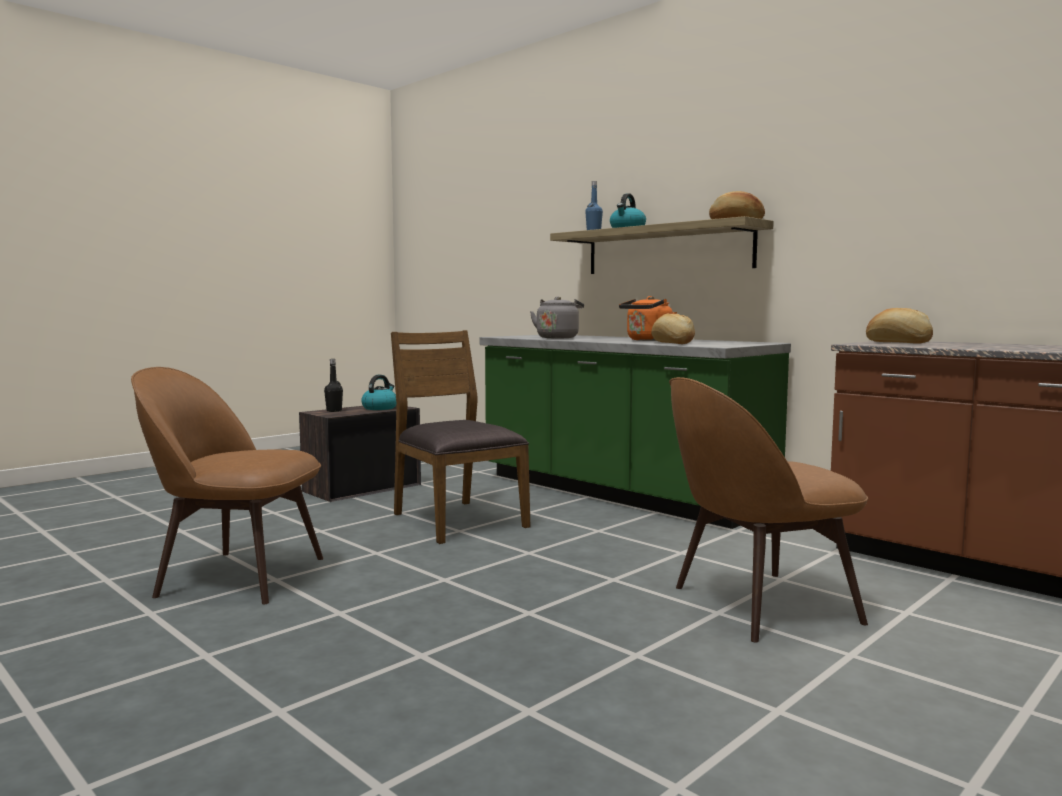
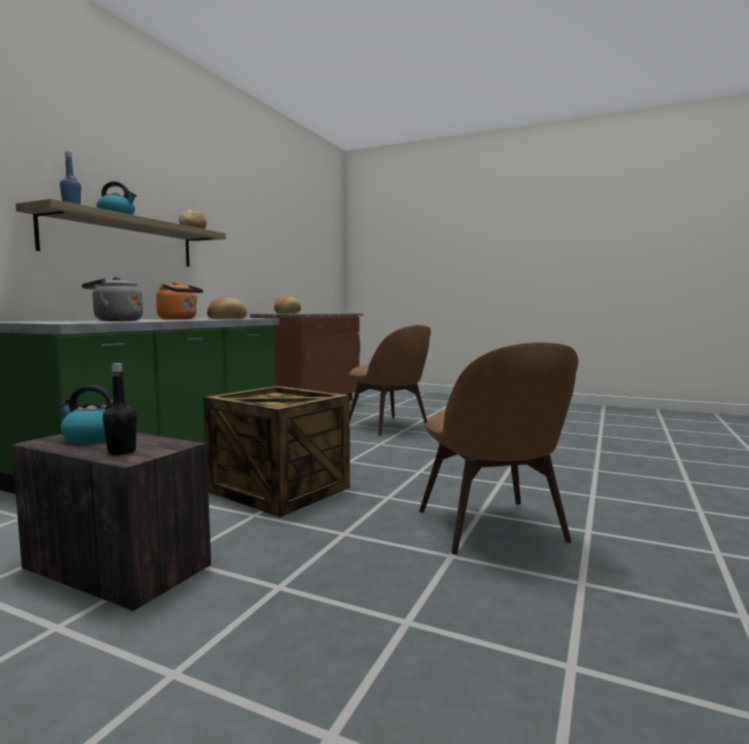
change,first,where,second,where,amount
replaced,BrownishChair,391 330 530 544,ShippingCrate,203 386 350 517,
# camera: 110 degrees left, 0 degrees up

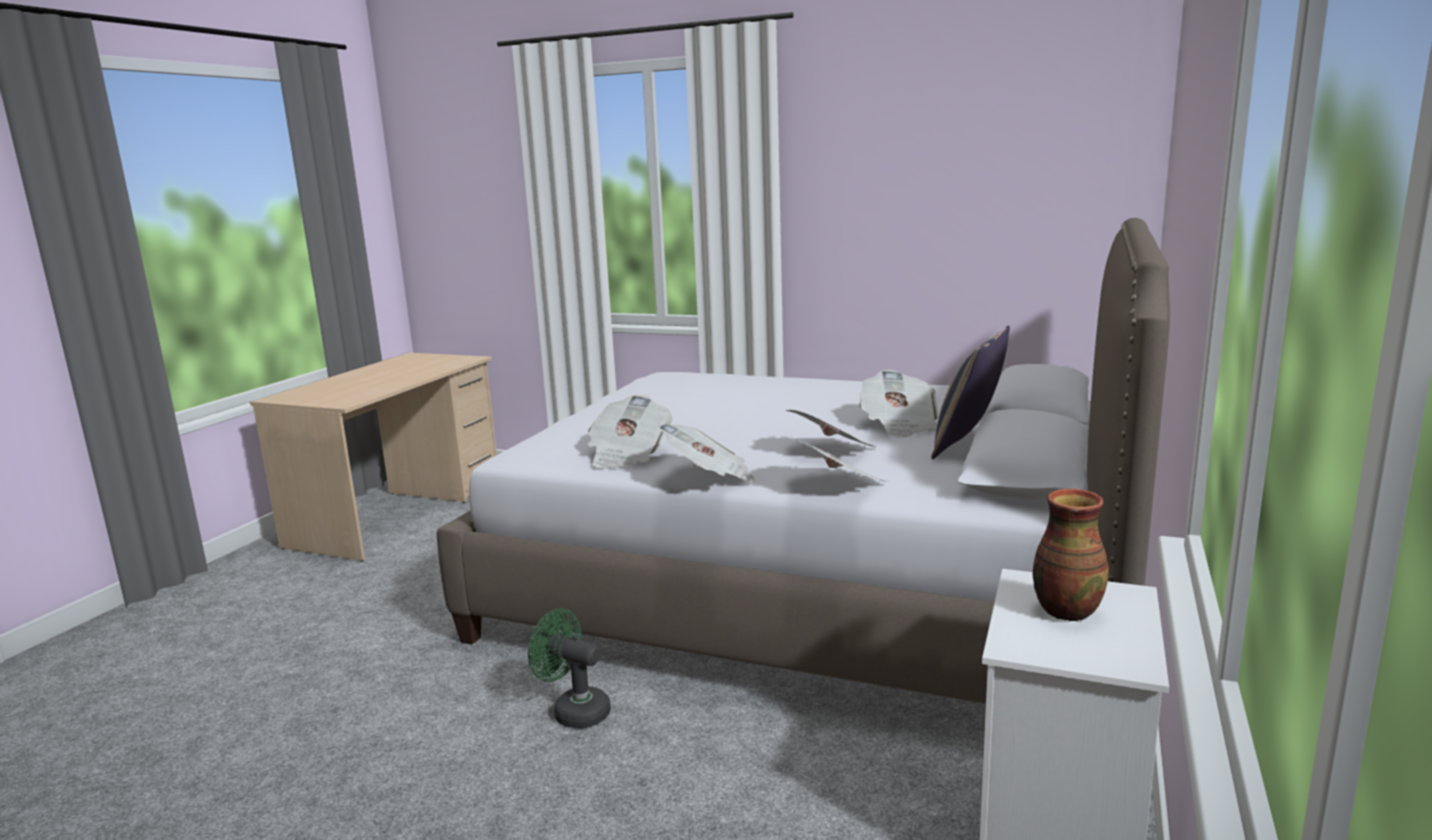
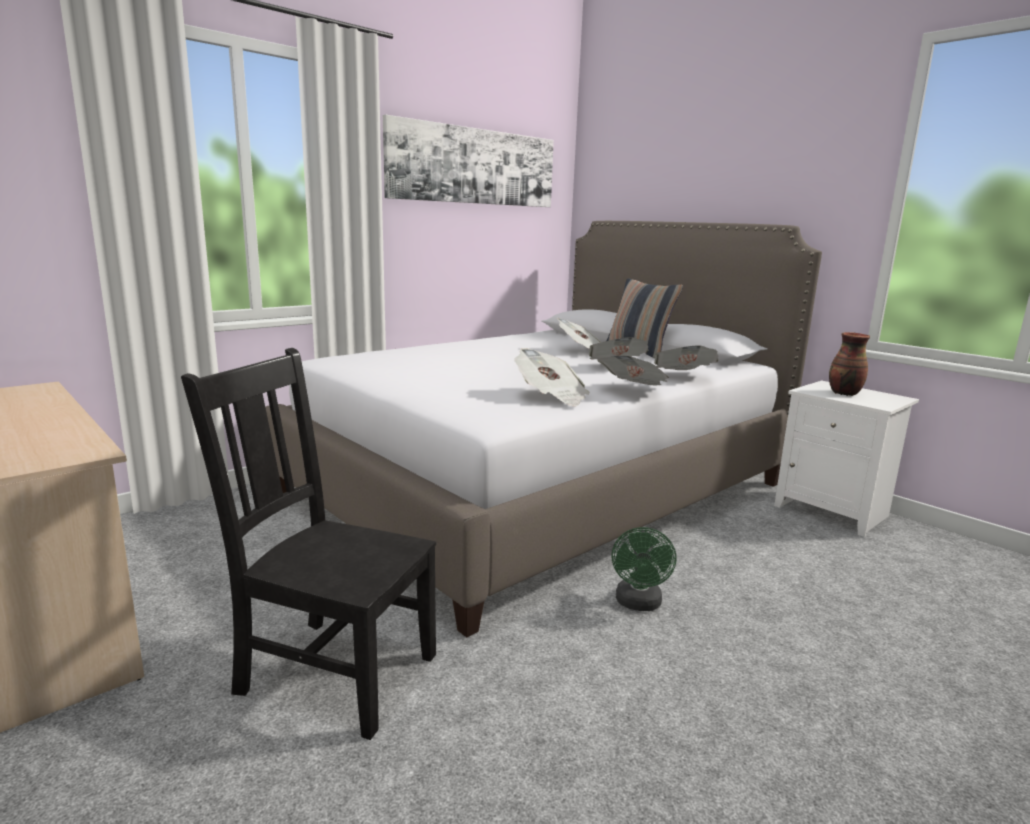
change,first,where,second,where,amount
added,,,BlackColouredChair,181 348 436 740,
added,,,WallPicture,383 115 554 207,
turned,GreenColouredElectricFan,528 609 611 729,,612 527 677 611,45 degrees counterclockwise
# camera: 65 degrees left, 0 degrees up

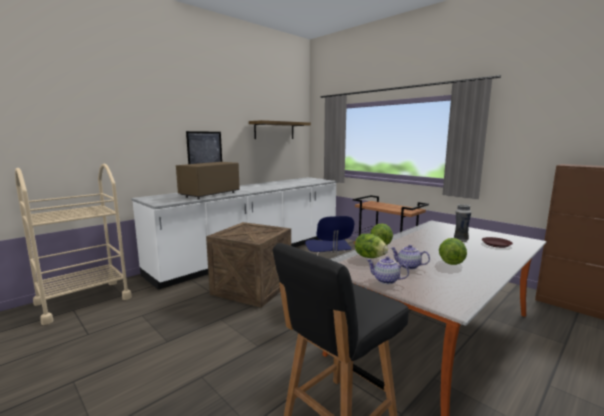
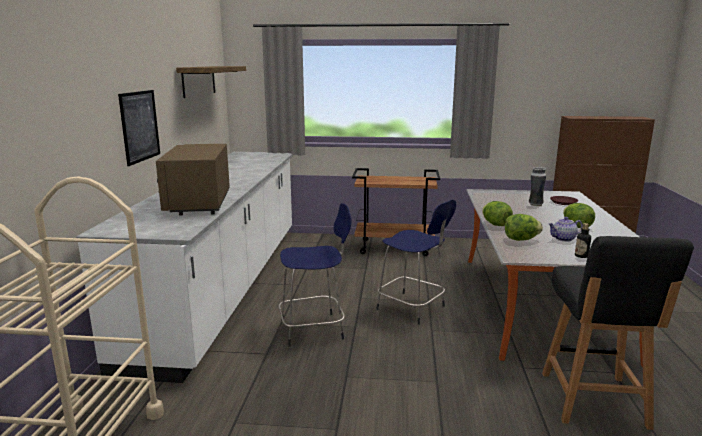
change,first,where,second,where,amount
replaced,ShippingCrate,206 222 291 308,BlueSittingStool,279 203 352 347,
replaced,Teapot,367 257 409 284,Bottle,575 223 591 258,
# camera: 40 degrees left, 5 degrees up

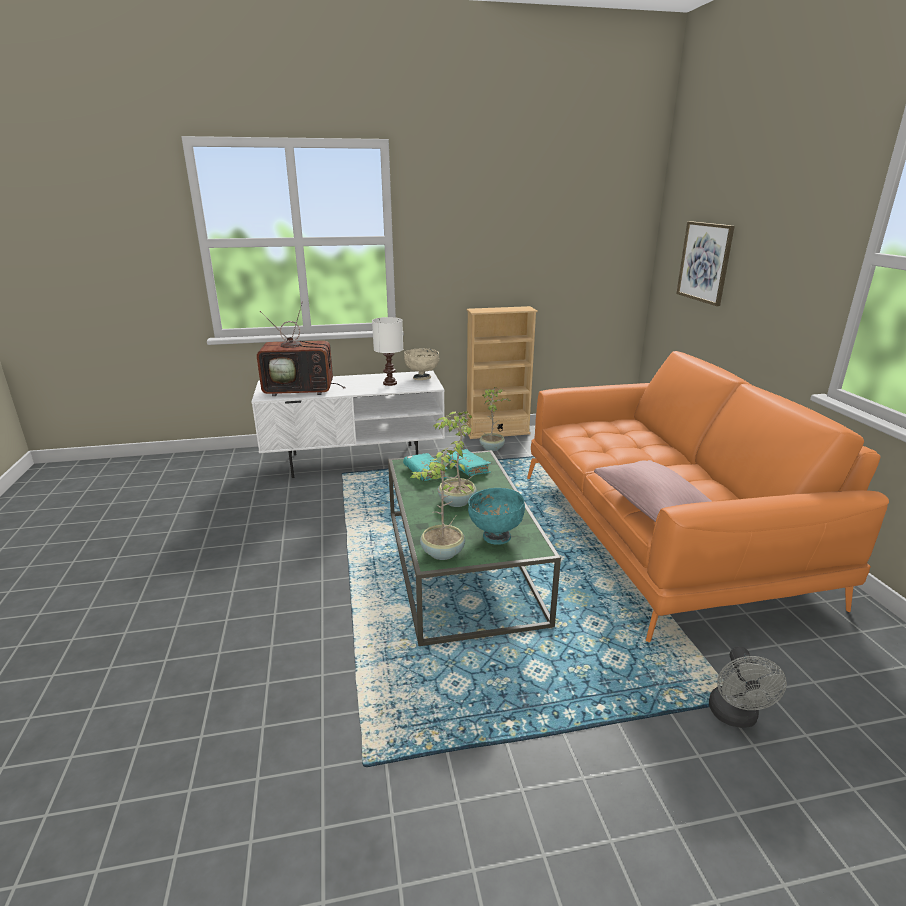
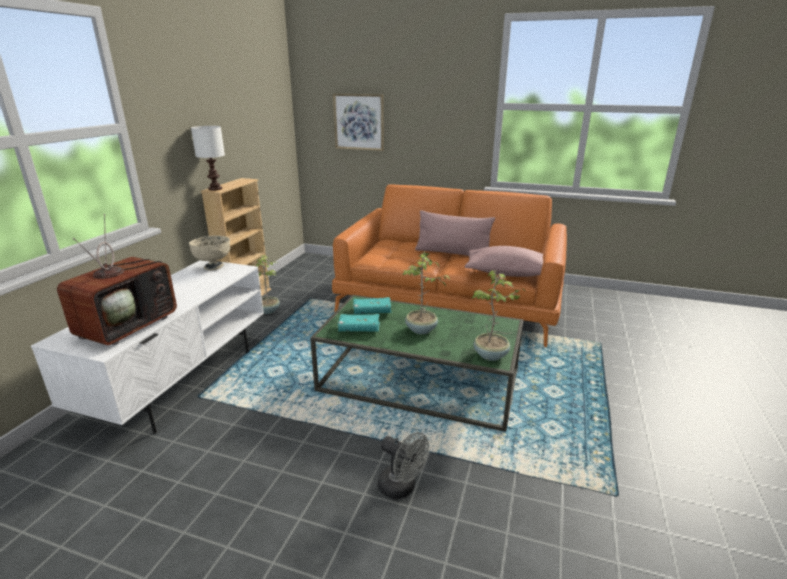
change,first,where,second,where,amount
moved,WhiteTableLamp,372 317 403 386,,191 126 225 190,
moved,GrayElectricFan,709 647 787 728,,378 432 429 499,
added,,,PinkCushion,415 210 495 256,
removed,BlueGreenServingBowl,468 488 525 545,,,
# camera: 60 degrees left, 0 degrees up

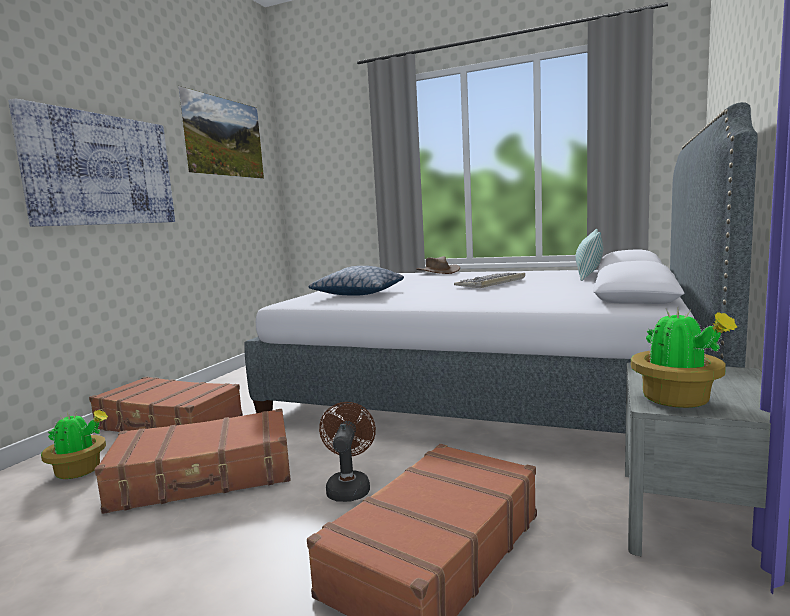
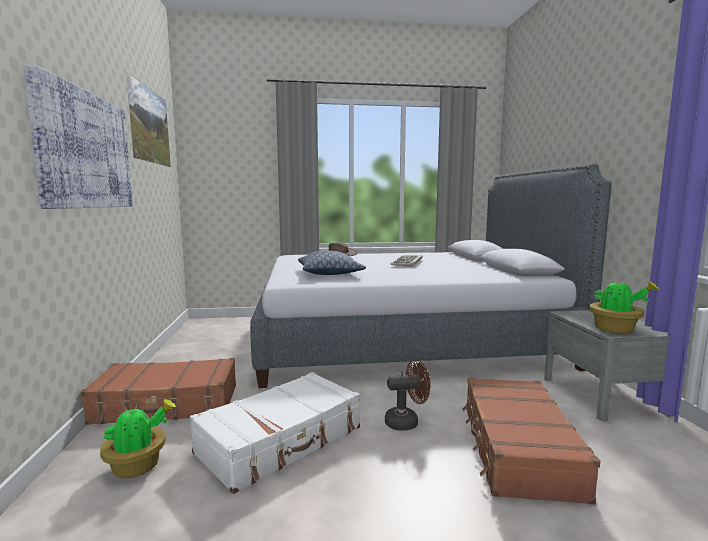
change,first,where,second,where,amount
recoloured,BrownishTravelCase,95 409 291 514,WhiteTravelCase,190 372 360 494,
turned,BrownishElectricFan,319 402 376 502,,385 359 431 431,105 degrees clockwise
removed,Cushion,576 229 603 281,,,
# camera: 30 degrees left, 0 degrees up

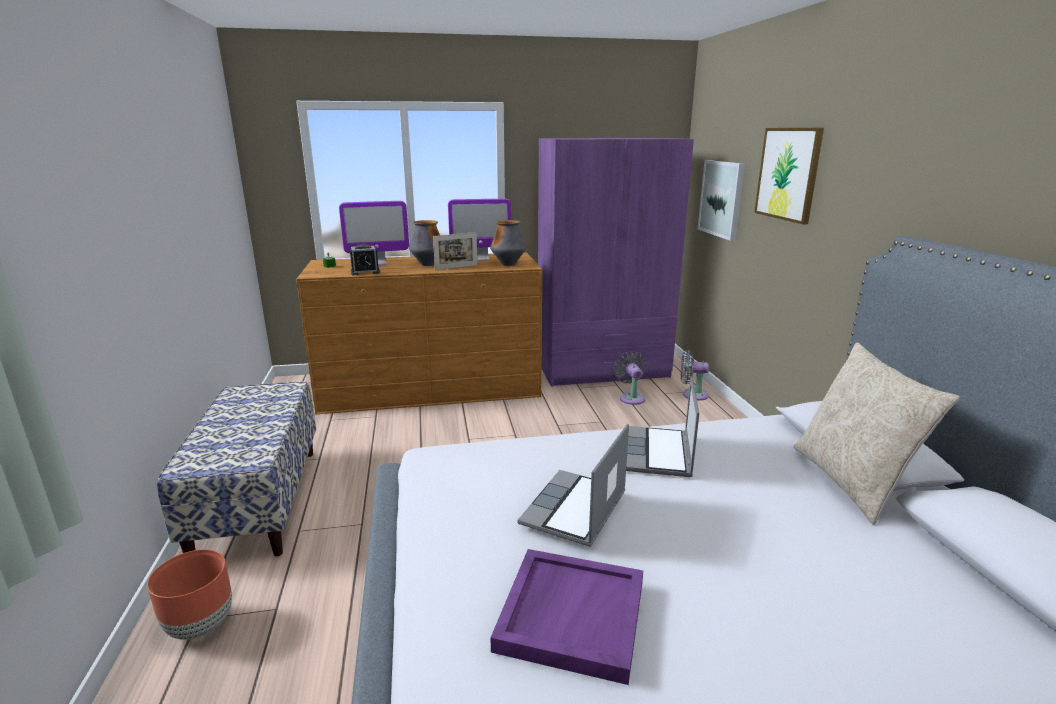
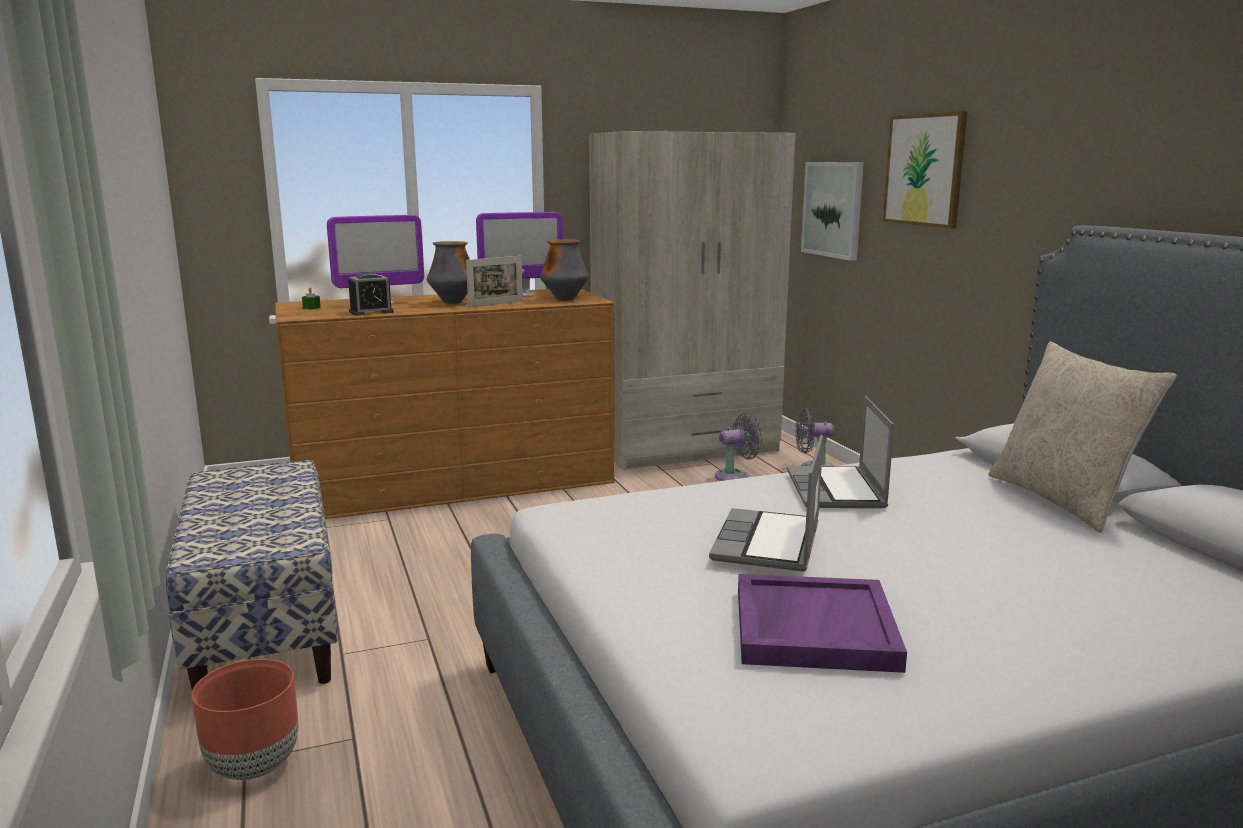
change,first,where,second,where,amount
recoloured,PurpleClothesCupboard,538 138 694 387,BeigeColouredClothesCupboard,589 131 796 470,
turned,GrayElectricFan,614 351 647 405,,715 413 762 481,90 degrees clockwise
# camera: 10 degrees left, 5 degrees down

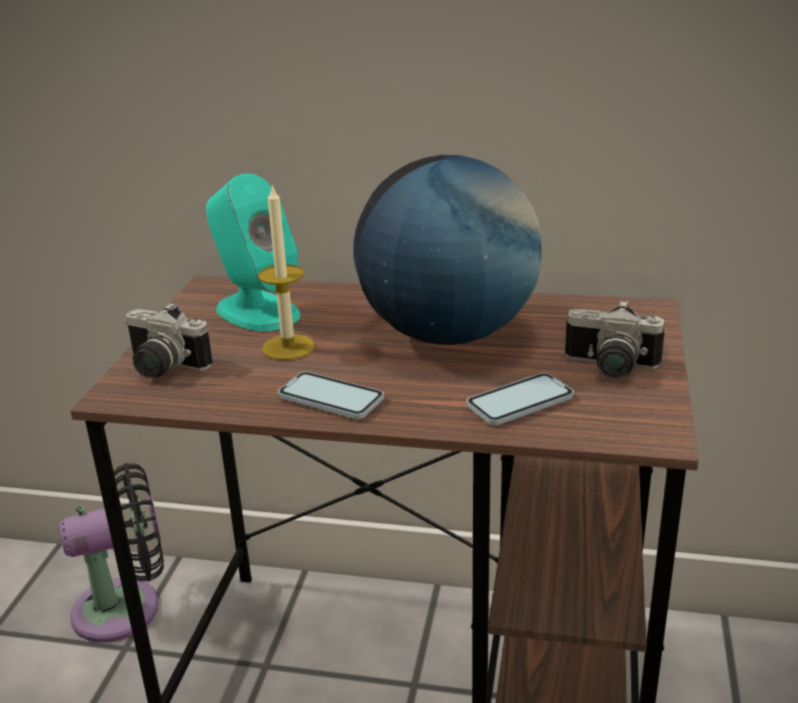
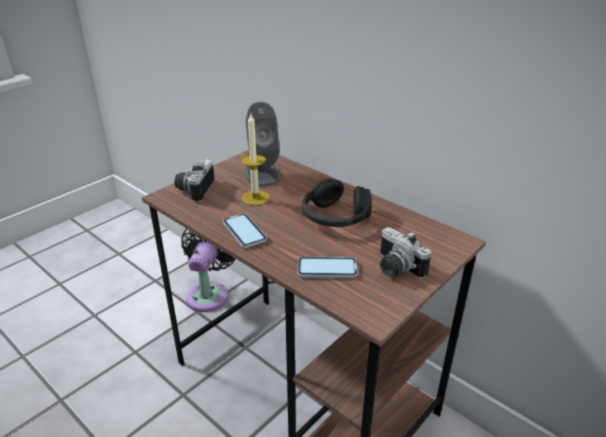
change,first,where,second,where,amount
turned,PhotoCamera,125 302 213 378,,175 159 215 202,45 degrees clockwise
turned,BlackColouredElectricFan,59 463 164 643,,181 229 236 312,90 degrees counterclockwise
recoloured,BlueGreenLoudspeaker,206 174 301 331,GrayLoudspeaker,245 102 281 187,
replaced,WorldGlobe,353 155 542 345,BlackColouredHeadphones,302 178 372 227,
# camera: 30 degrees right, 5 degrees up

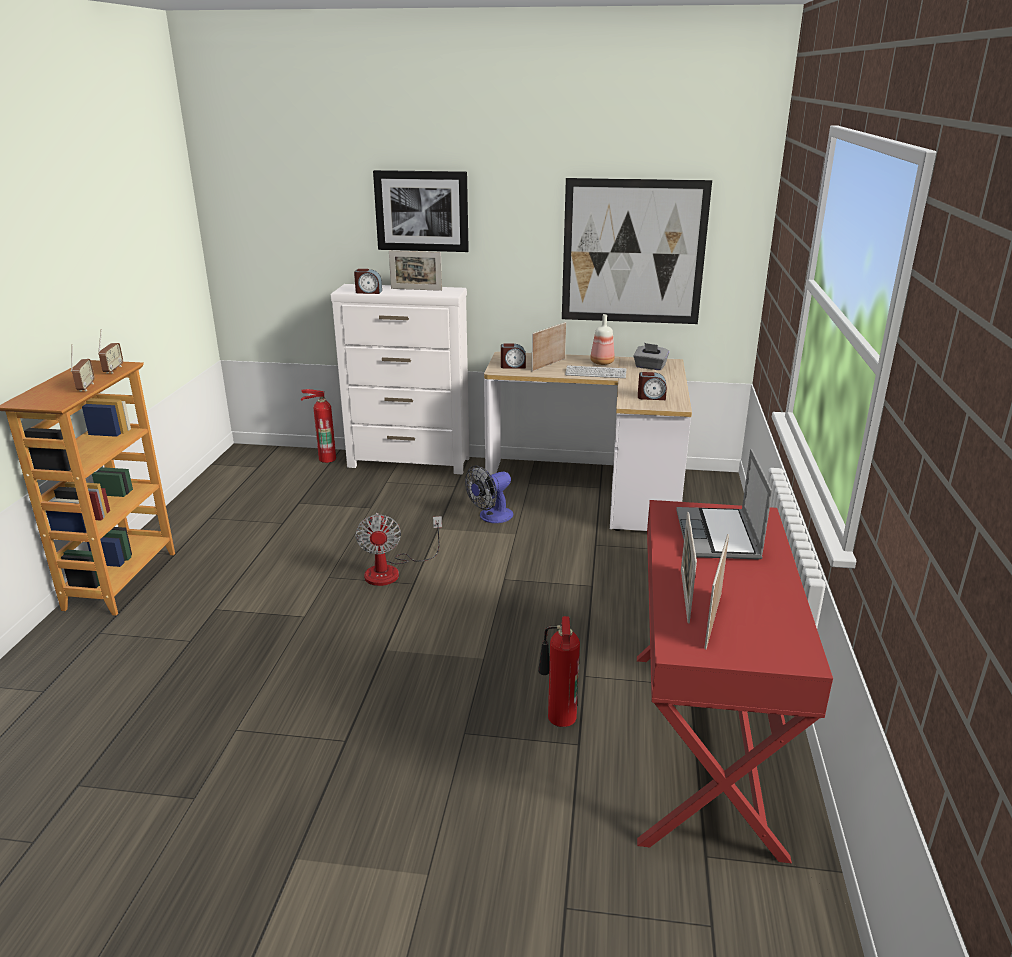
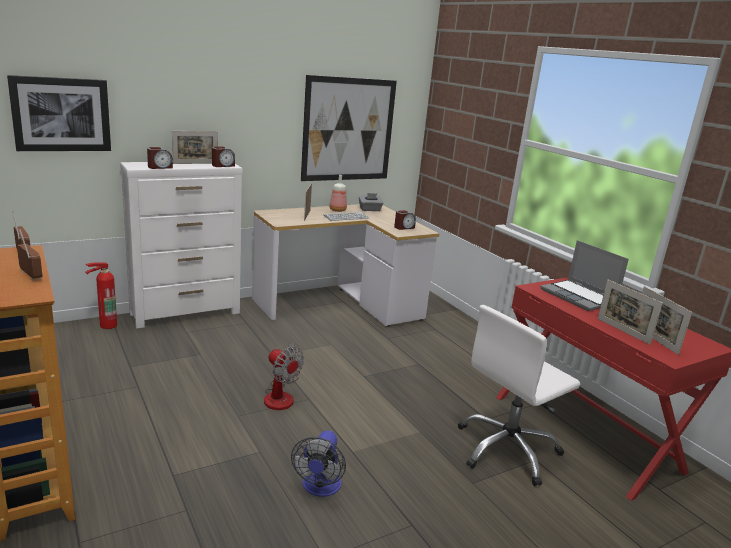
change,first,where,second,where,amount
moved,WallPicture,373 170 469 252,,7 75 111 151,
moved,AlarmClock,501 344 526 368,,212 146 235 167,
moved,ElectricFan,465 465 513 523,,291 430 346 497,
replaced,Extinguisher,538 616 580 727,WhiteOfficeChair,458 305 580 486,
# camera: 40 degrees left, 5 degrees down

